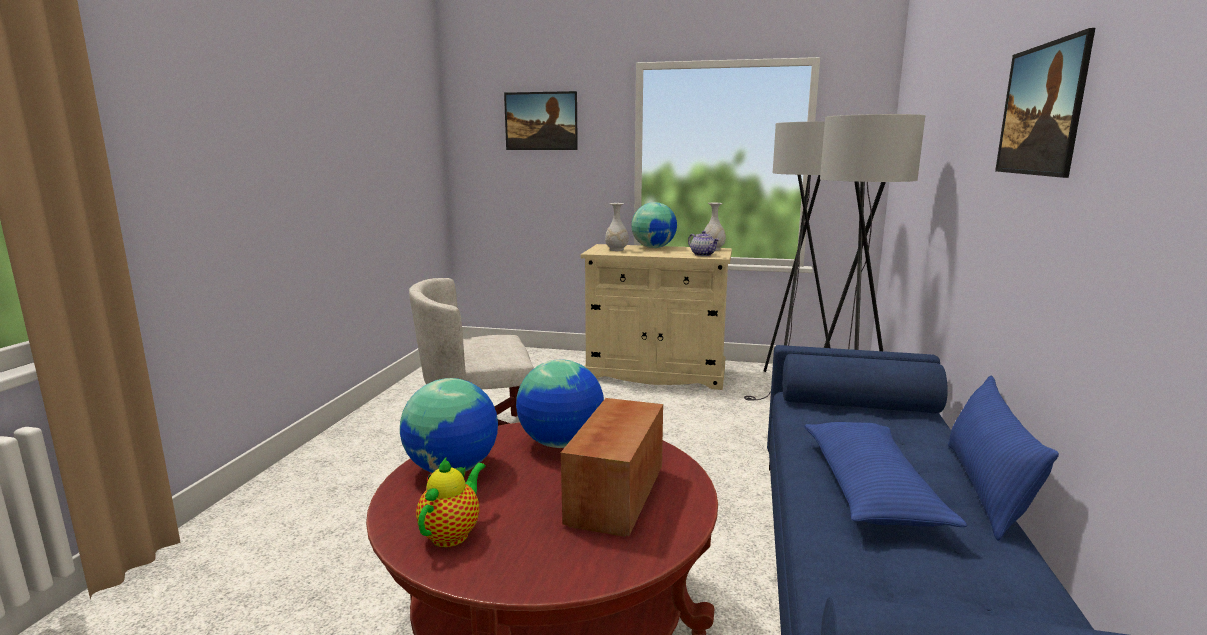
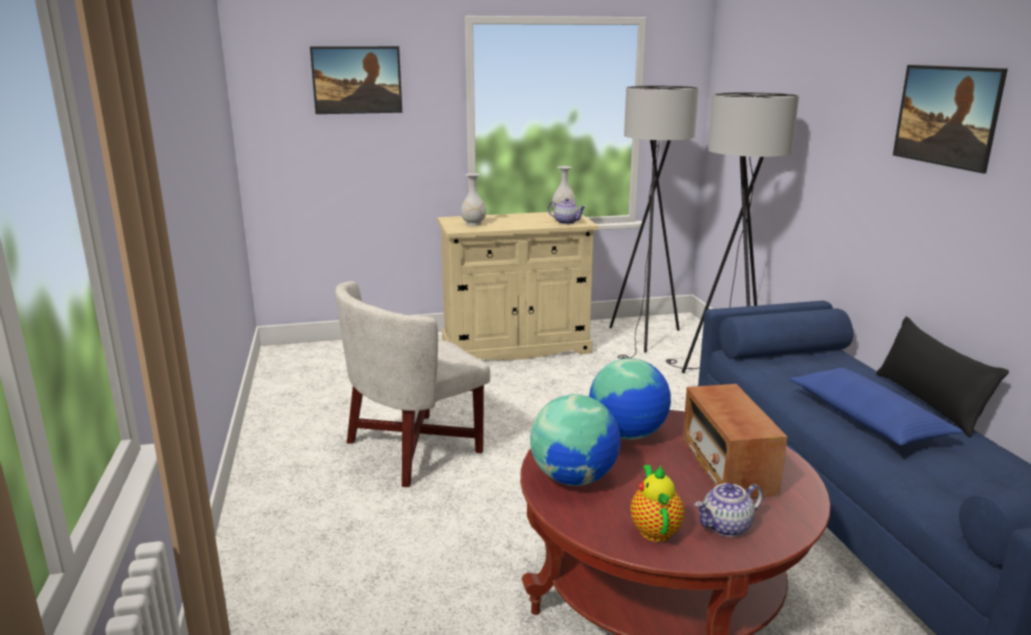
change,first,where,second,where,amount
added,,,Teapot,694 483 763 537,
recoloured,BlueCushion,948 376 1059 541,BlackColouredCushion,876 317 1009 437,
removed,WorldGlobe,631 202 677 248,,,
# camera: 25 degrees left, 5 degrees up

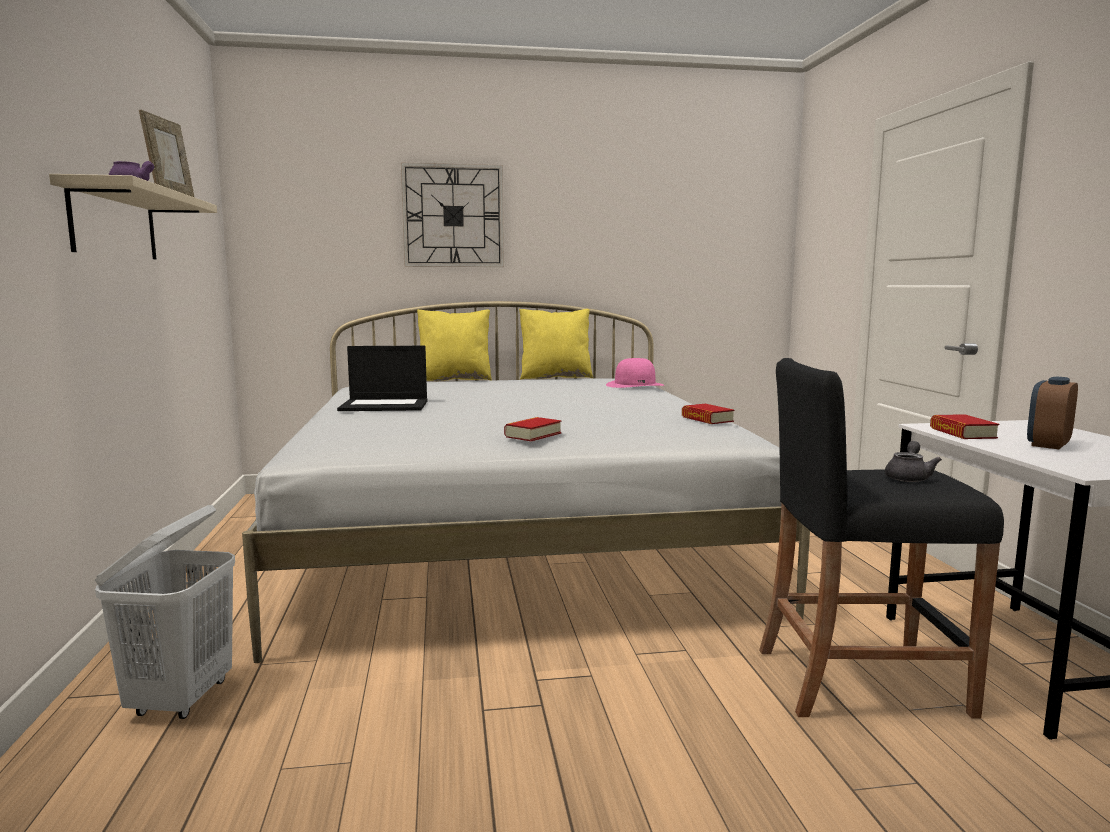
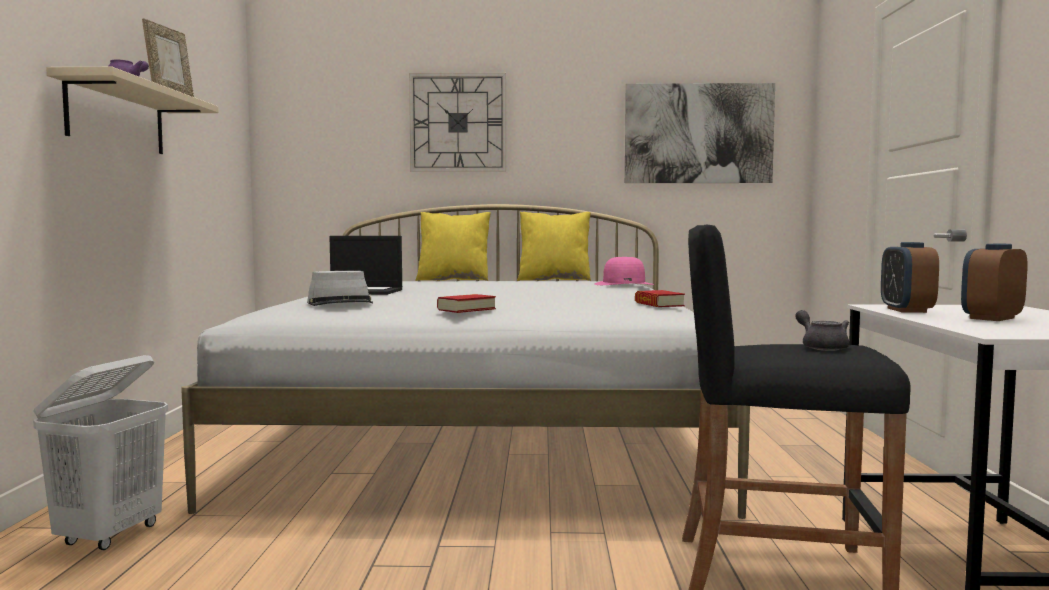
change,first,where,second,where,amount
added,,,GrayWearableHat,307 271 373 306,
added,,,WallPicture,625 83 775 183,
turned,GrayTeapot,885 441 942 482,,795 310 849 351,60 degrees counterclockwise
replaced,BoundBook,930 414 999 439,AlarmClock,881 242 939 313,
# camera: 10 degrees right, 5 degrees down

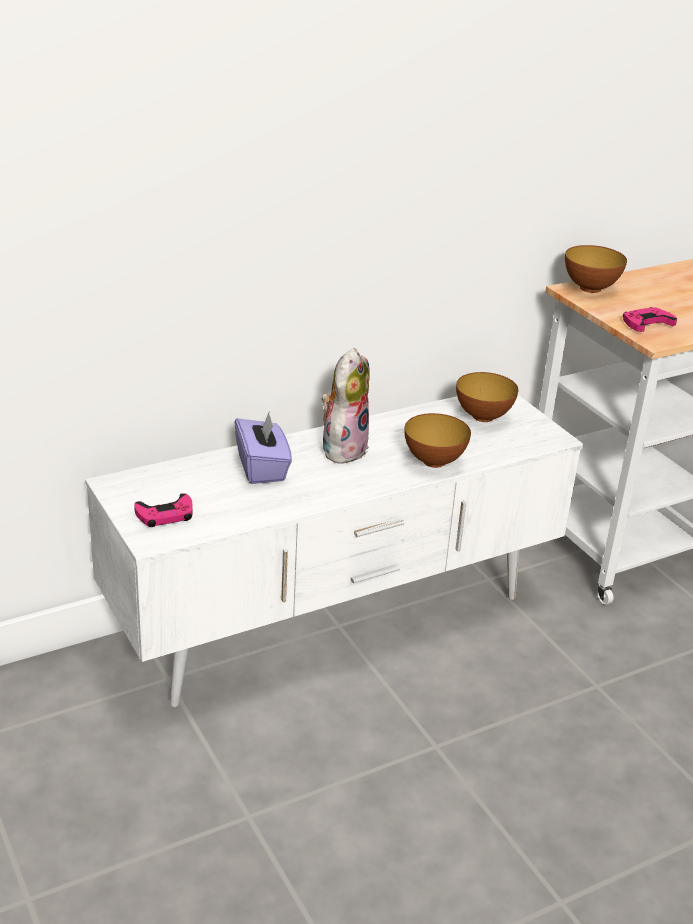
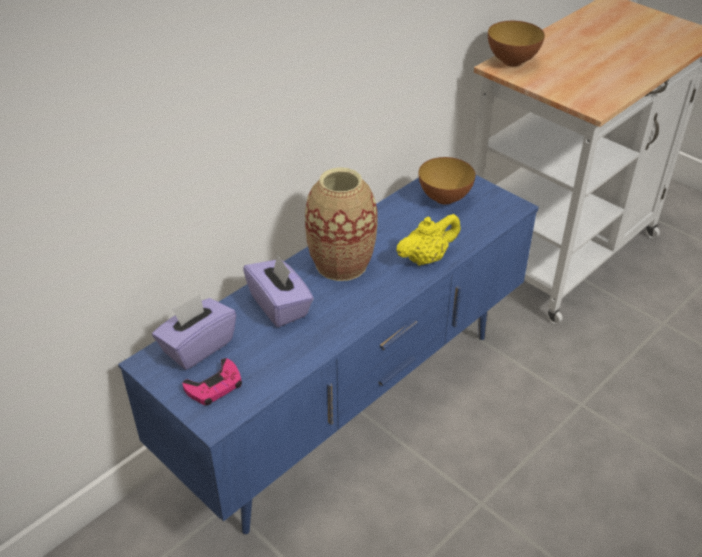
change,first,where,second,where,amount
recoloured,WhiteTvUnit,85 395 583 708,BlueTvUnit,118 175 539 534,
added,,,PurpleBoxOfTissues,152 294 236 370,
replaced,SoftToy,321 348 370 464,DecorativeVase,305 167 377 281,
replaced,ServingBowl,404 413 471 468,YellowishTeapot,396 214 461 266,
removed,PinkJoypad,623 307 677 332,,,
# camera: 15 degrees left, 10 degrees up

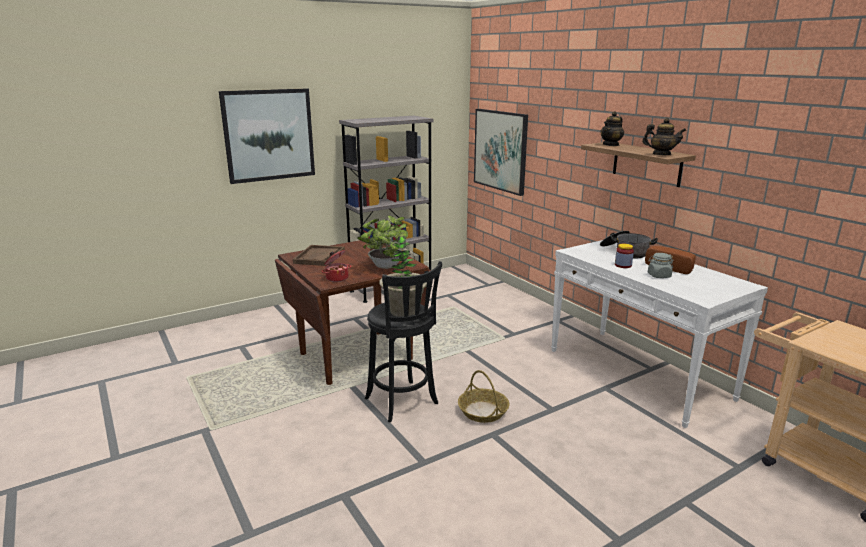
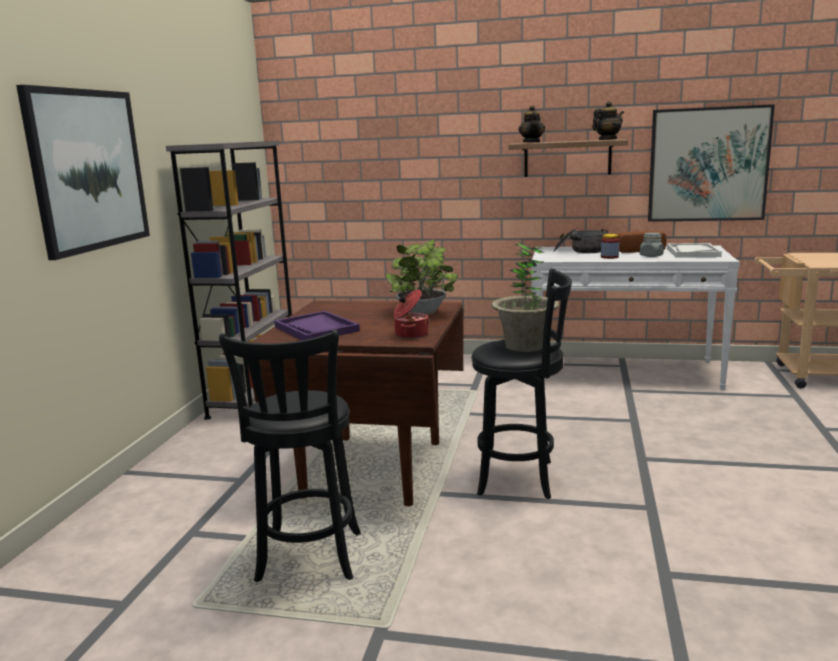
change,first,where,second,where,amount
added,,,BlackColouredSittingStool,219 329 361 582,
recoloured,BrownishTray,293 245 345 266,PurpleTray,274 311 360 340,
moved,WallPicture,474 109 528 196,,648 104 775 222,
added,,,WhiteTray,667 243 722 258,
removed,Basket,458 370 509 423,,,
# camera: 45 degrees left, 5 degrees down

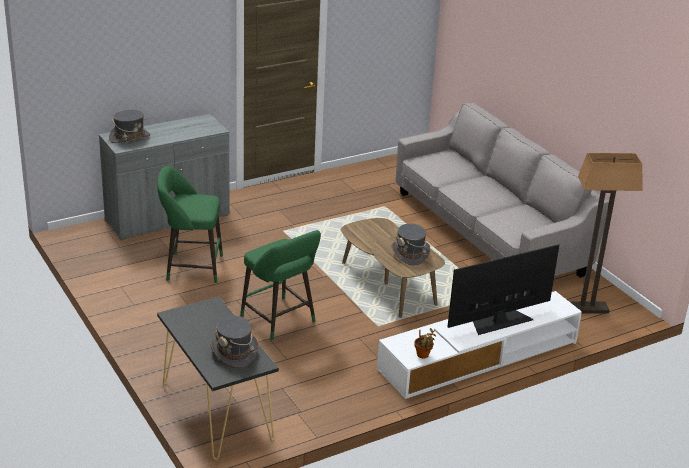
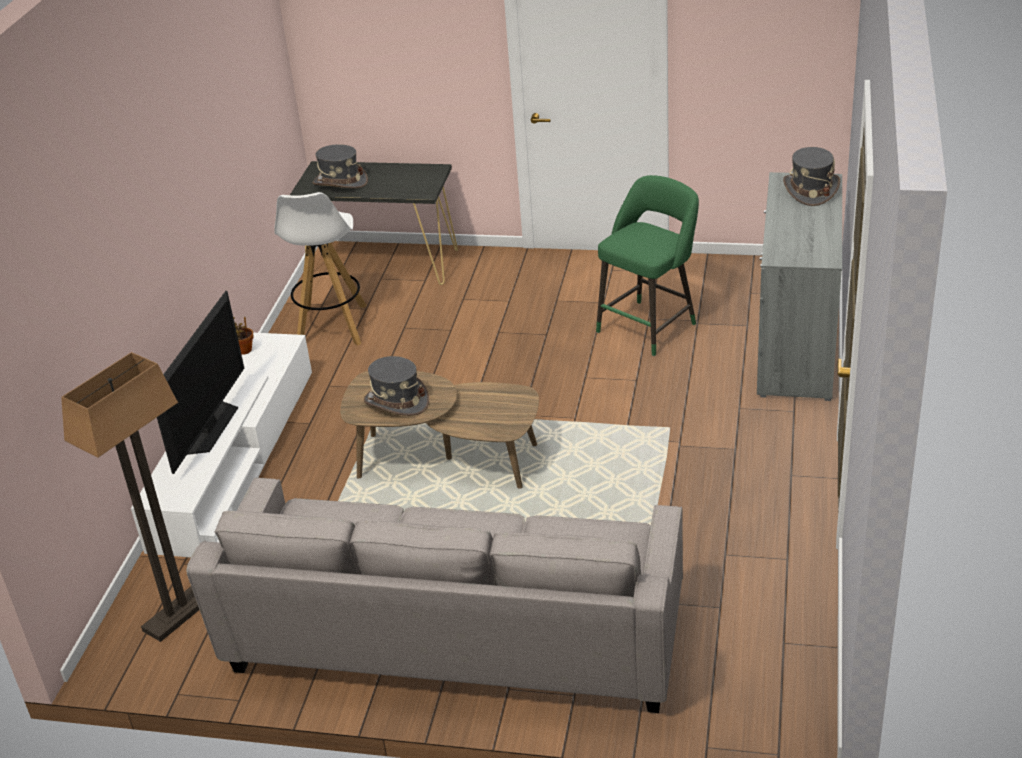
change,first,where,second,where,amount
added,,,WhiteSittingStool,274 192 367 346,
removed,GreenColouredSittingStool,240 230 321 341,,,
# camera: 135 degrees right, 5 degrees up

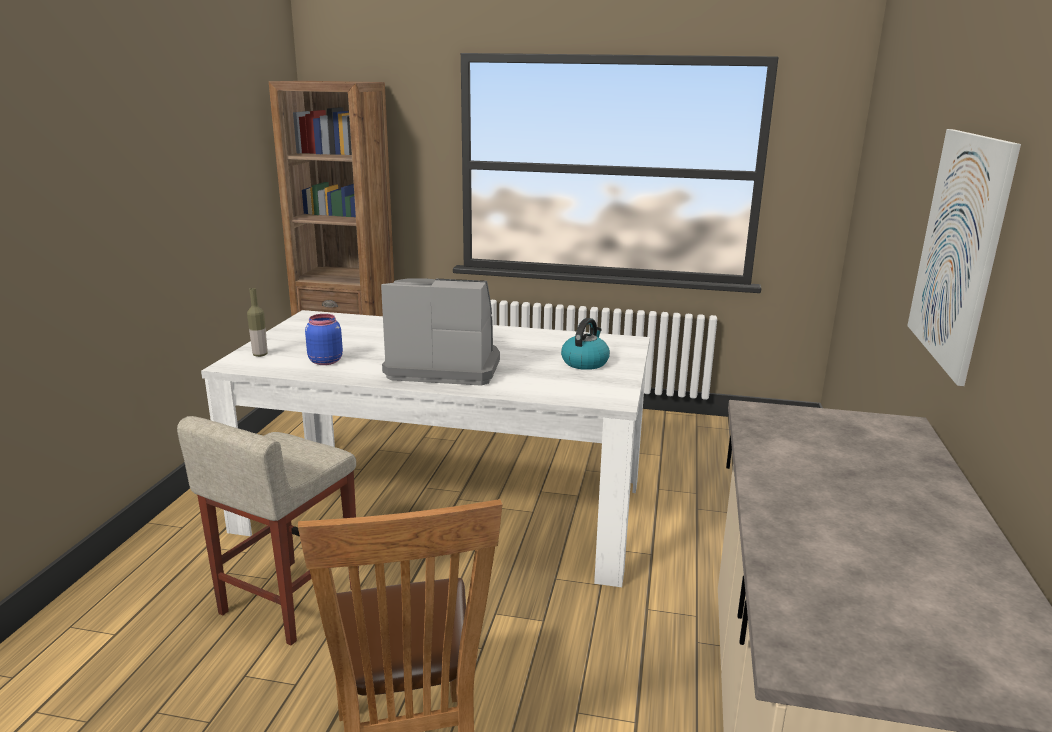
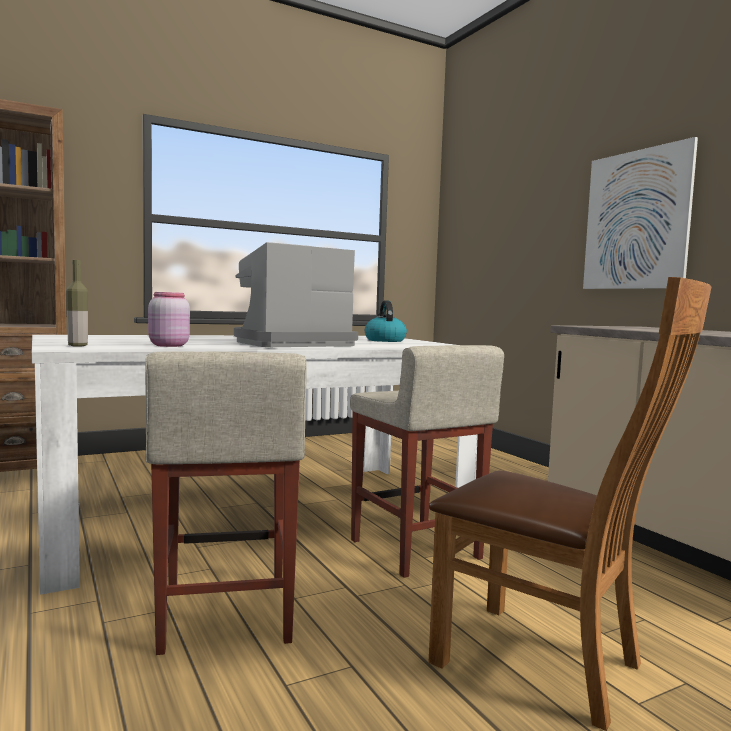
change,first,where,second,where,amount
recoloured,BlueStorageJar,305 314 343 365,PinkStorageJar,148 292 190 347,
added,,,BeigeColouredSittingStool,350 345 504 578,
# camera: 40 degrees left, 15 degrees down

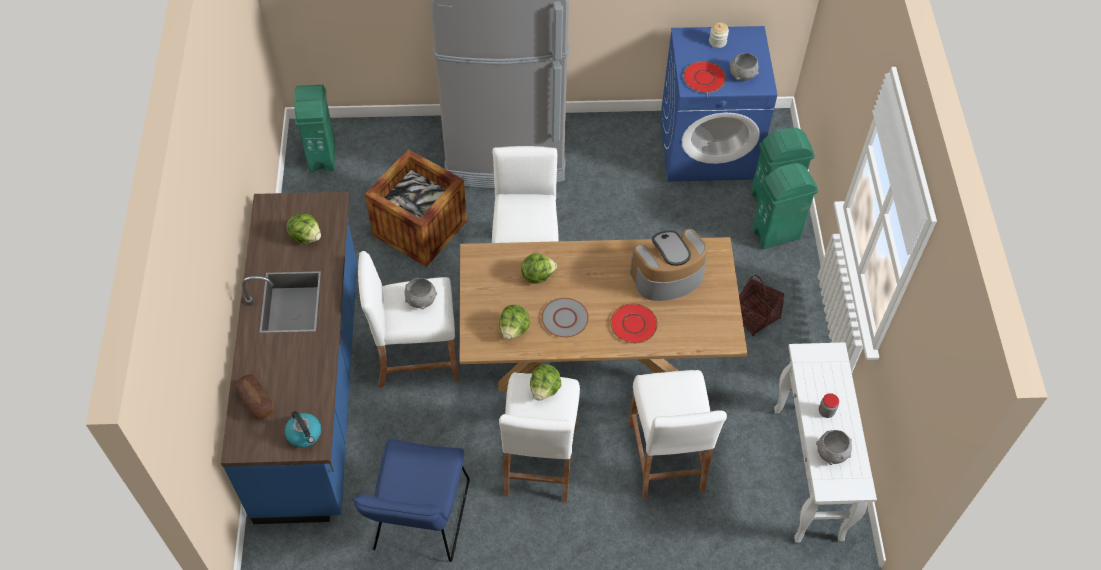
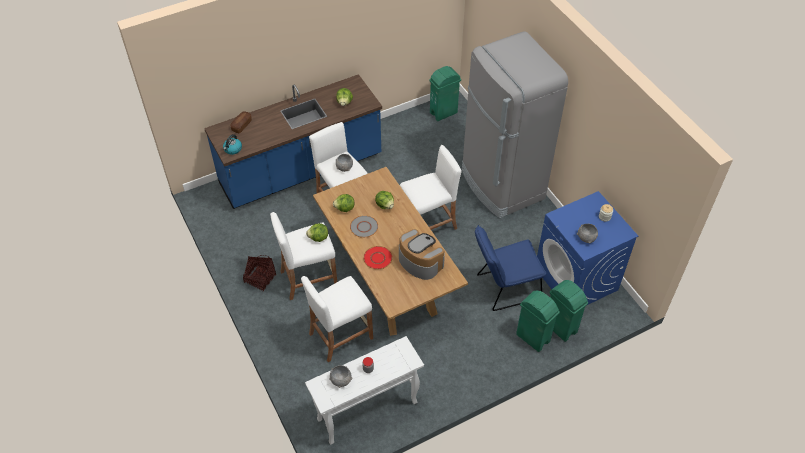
change,first,where,second,where,amount
moved,Basket,739 275 784 336,,243 255 276 292,
moved,BlueChair,353 438 470 562,,475 225 546 311,
removed,ShippingCrate,365 149 467 267,,,
removed,ReddishFlatDish,683 61 726 93,,,
# camera: 65 degrees right, 5 degrees down

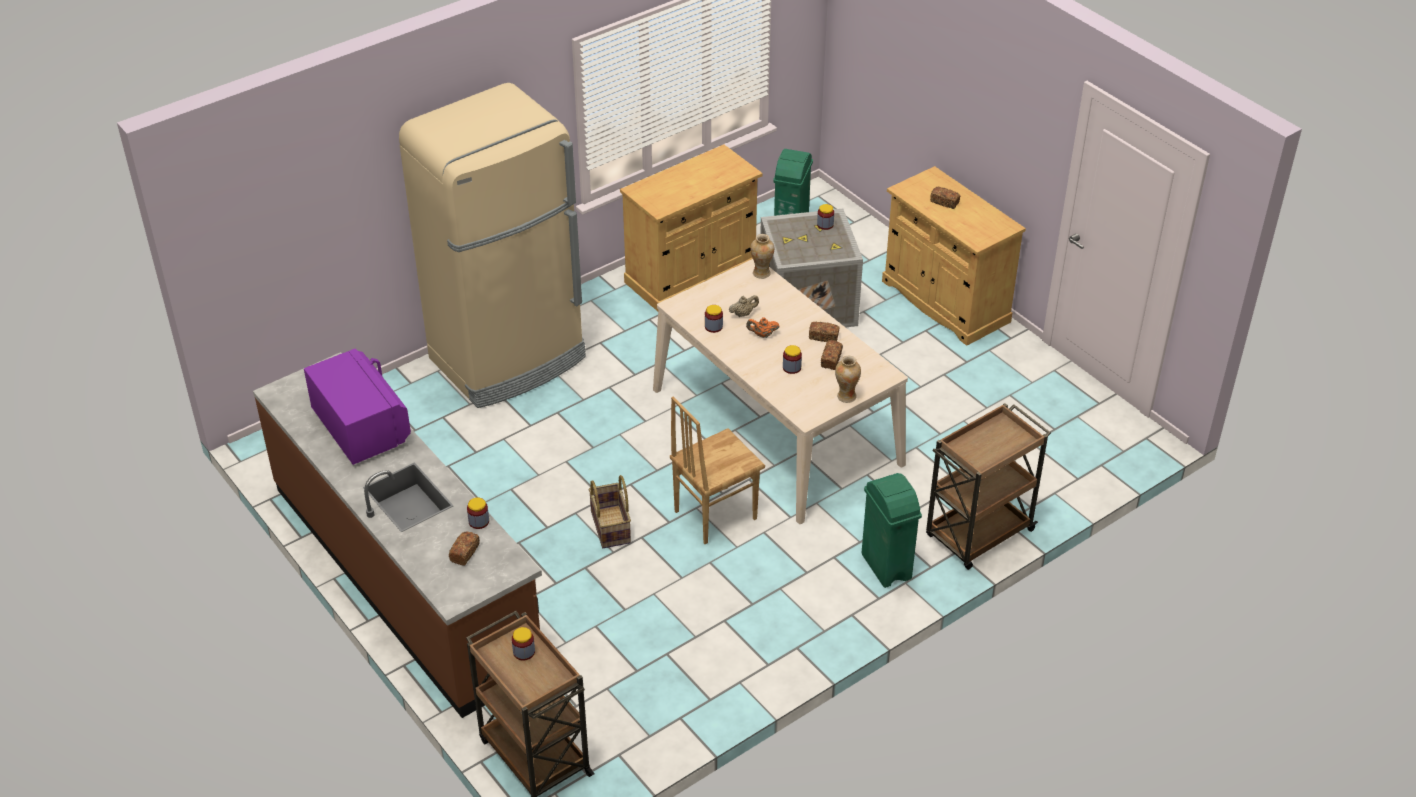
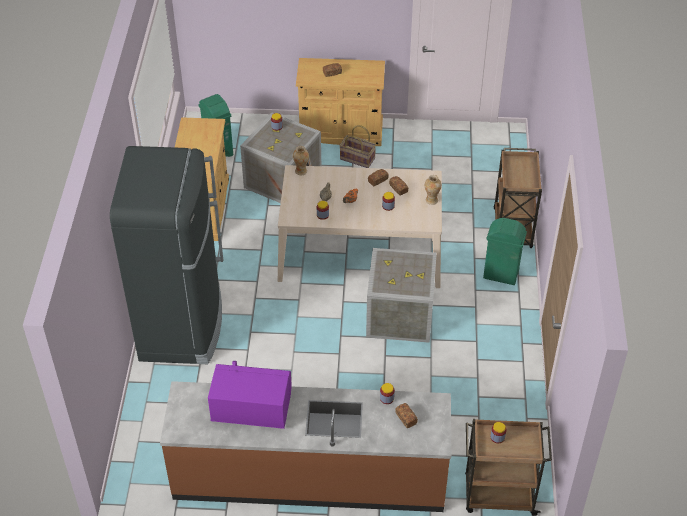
change,first,where,second,where,amount
recoloured,BeigeColouredKitchenFridge,399 83 586 408,BlackColouredKitchenFridge,110 146 223 364,
moved,Basket,589 475 631 548,,339 125 376 168,
replaced,BrownishChair,670 396 765 544,ShippingCrate,366 248 437 343,
# camera: 50 degrees left, 5 degrees up

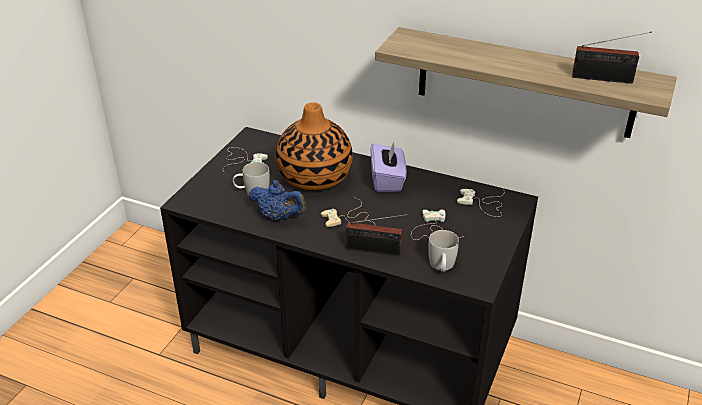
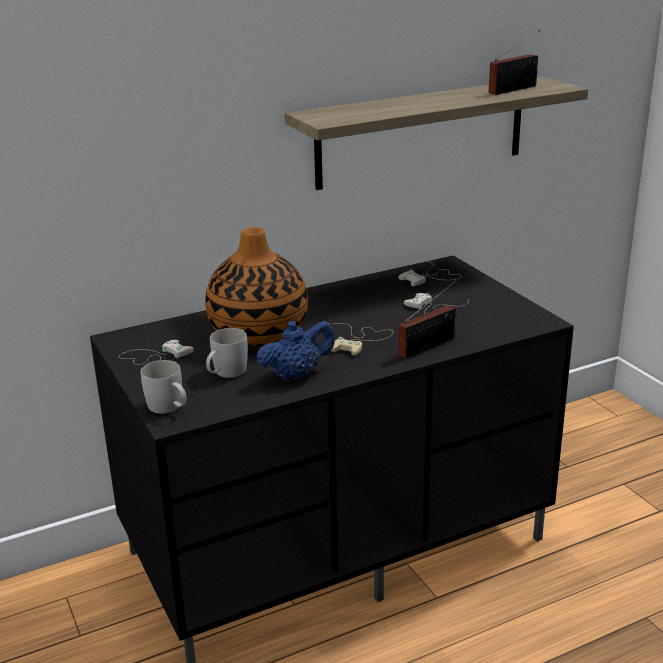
change,first,where,second,where,amount
moved,WhiteTeaMug,428 230 459 272,,141 360 187 414,
removed,PurpleBoxOfTissues,371 140 407 192,,,
# camera: 50 degrees left, 10 degrees down

